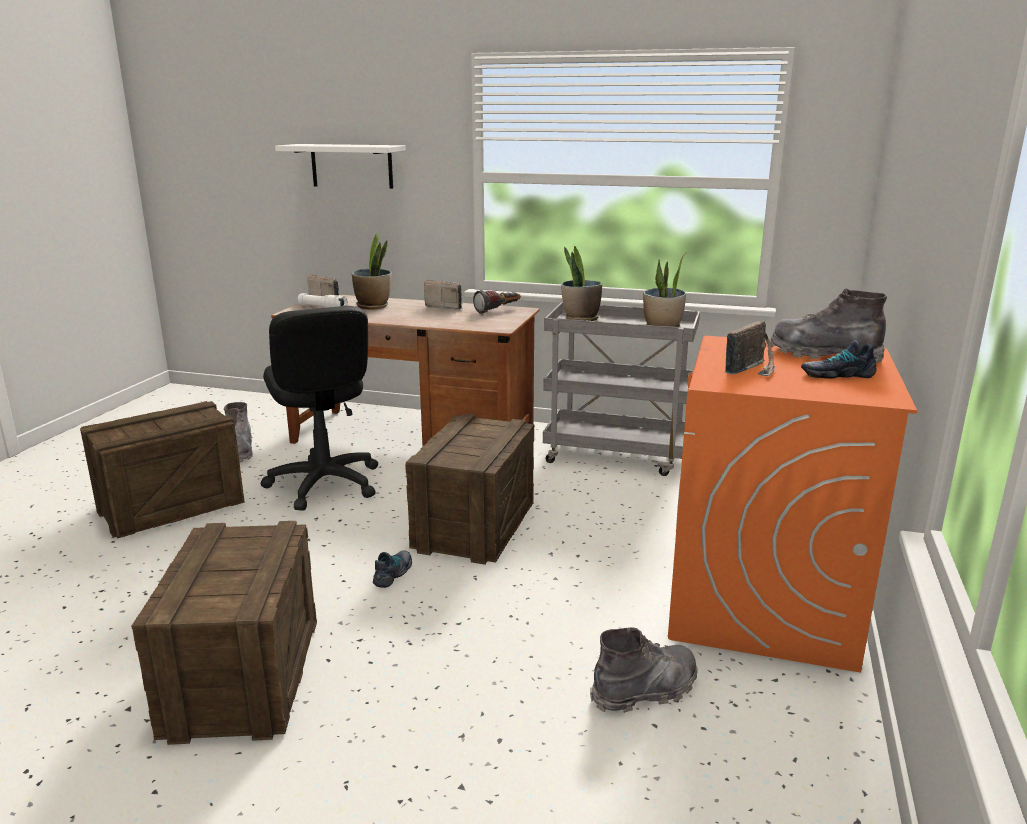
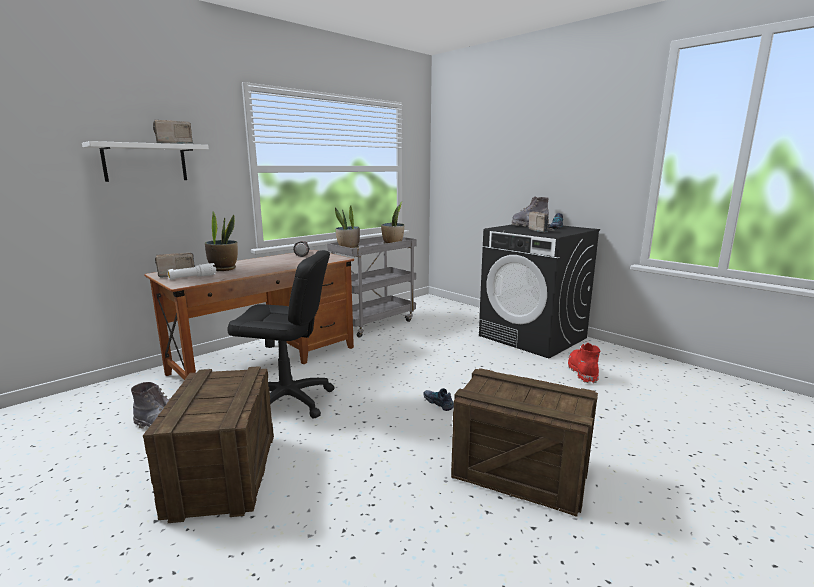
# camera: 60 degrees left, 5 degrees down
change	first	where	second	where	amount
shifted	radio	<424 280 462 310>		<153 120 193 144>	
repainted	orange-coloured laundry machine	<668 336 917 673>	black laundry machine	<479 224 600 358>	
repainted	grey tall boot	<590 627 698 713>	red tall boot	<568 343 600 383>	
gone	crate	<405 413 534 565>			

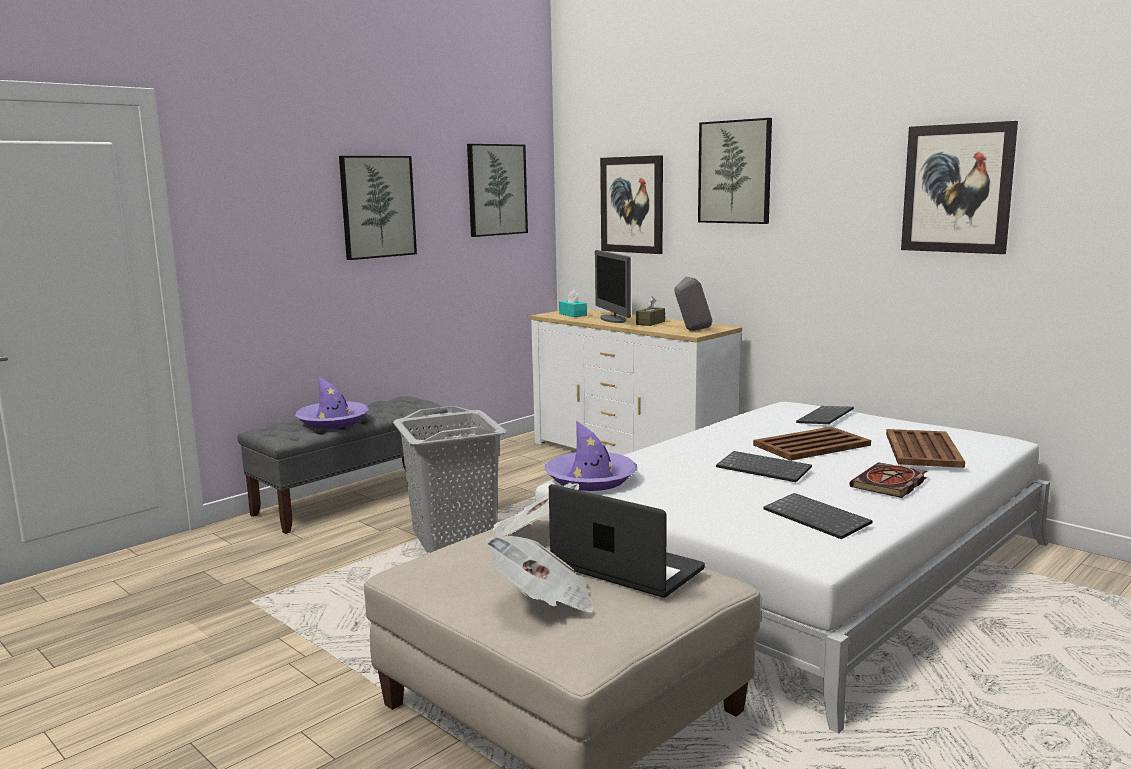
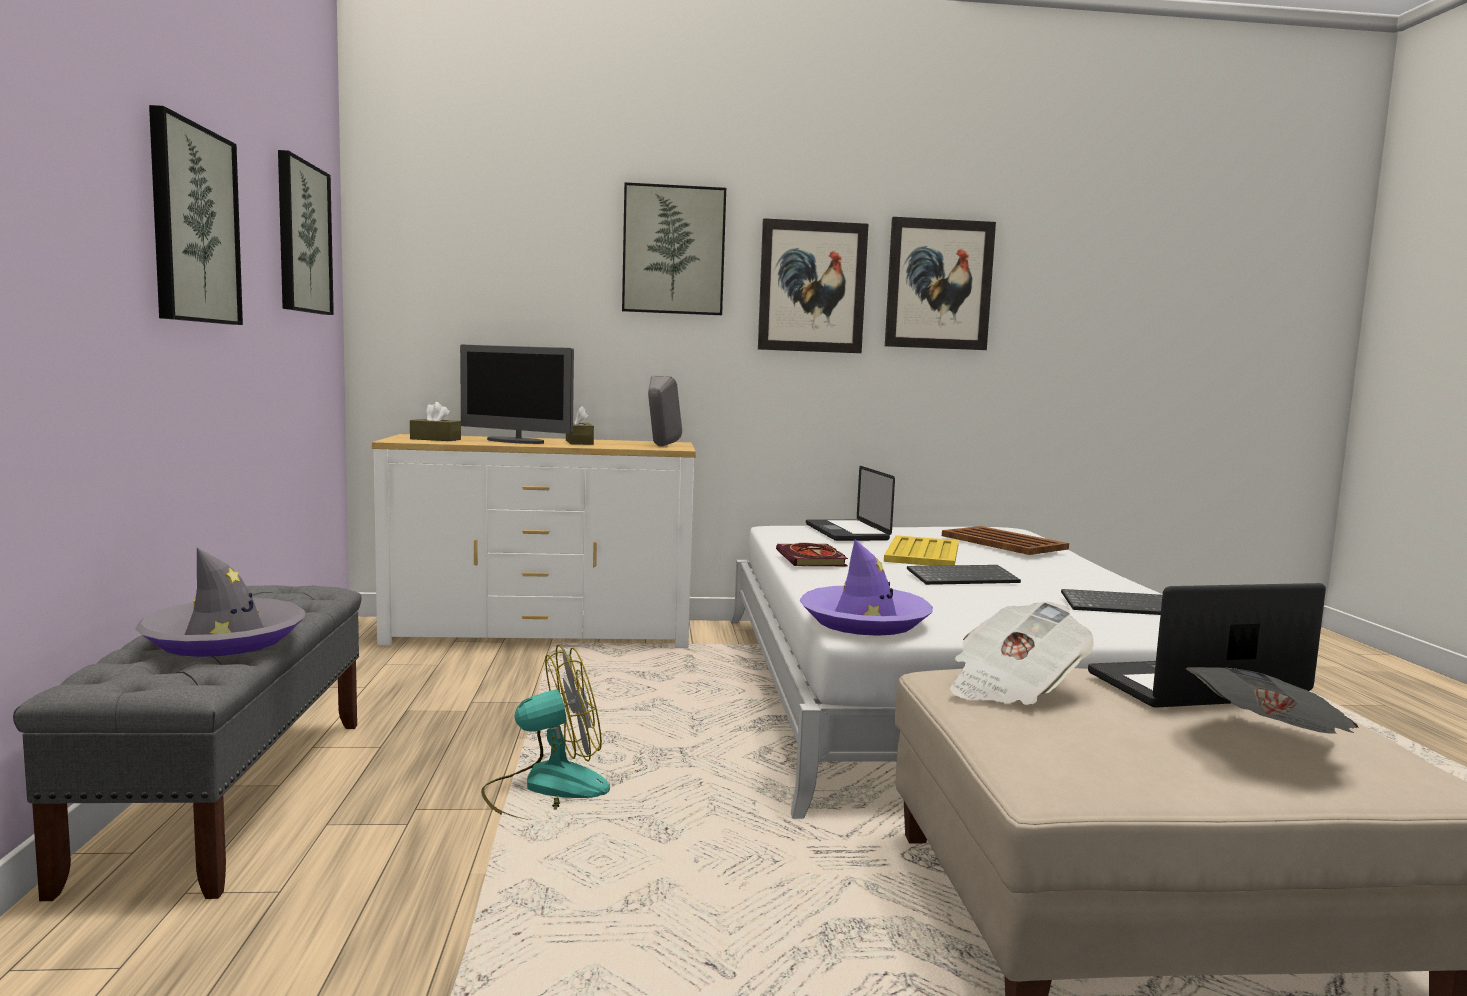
# camera: 50 degrees left, 5 degrees down
change	first	where	second	where	amount
repainted	purplish clothing hat	<295 376 369 429>	grey clothing hat	<135 548 305 657>	
repainted	blue-green tissue holder	<559 290 587 317>	brown tissue holder	<410 402 461 441>	
swapped	grey washing basket	<393 406 506 553>	cooling fan	<481 645 610 820>	
shifted	picture	<600 155 663 254>		<758 218 869 353>	
shifted	book	<849 462 927 498>		<776 543 848 566>	
swapped	keyboard	<796 406 854 424>	notebook computer	<806 466 895 541>	
repainted	brown serving tray	<753 427 871 461>	yellow serving tray	<884 535 959 566>	

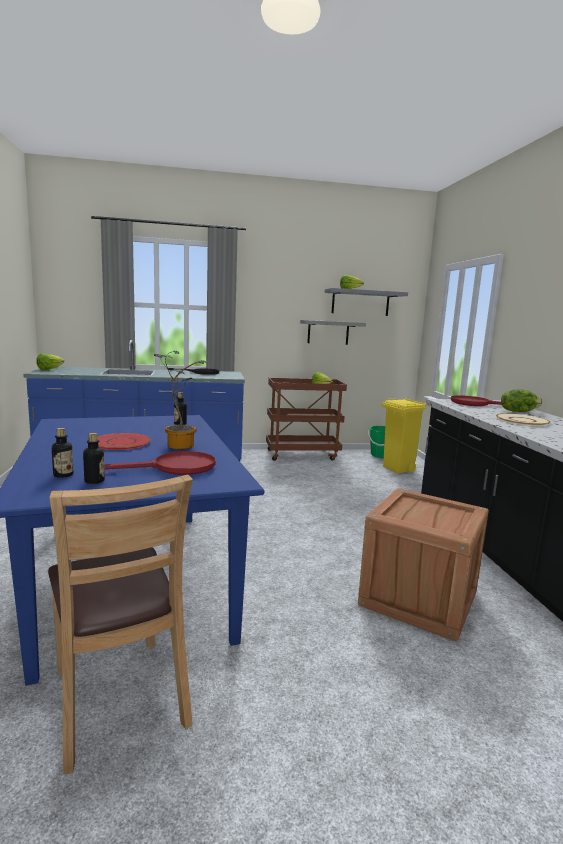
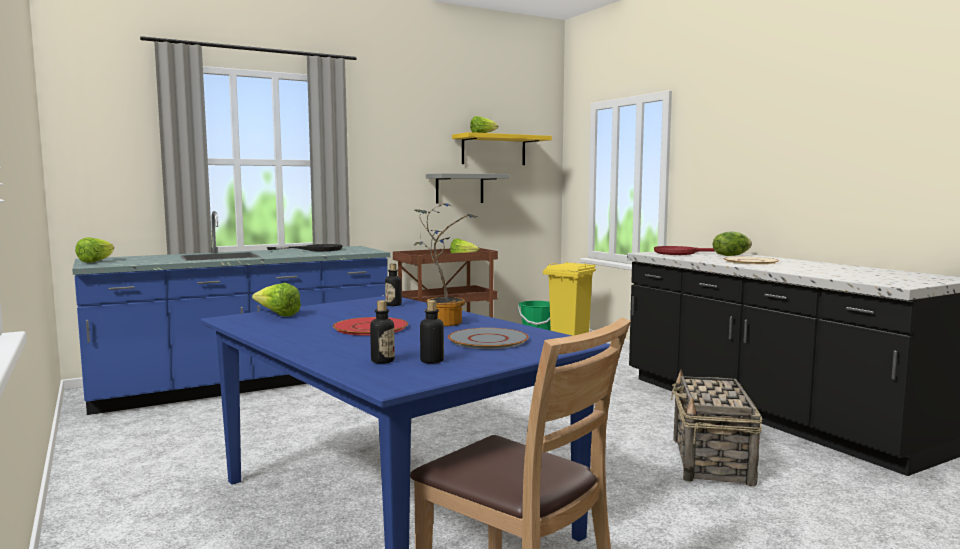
# camera: 20 degrees left, 5 degrees down
change	first	where	second	where	amount
new			head of lettuce	<252 283 301 316>	
swapped	red pan	<104 451 216 475>	grey dinner plate	<448 328 529 349>	
repainted	grey wall shelf	<325 288 408 316>	yellow wall shelf	<452 132 552 165>	
swapped	crate	<358 488 489 641>	storage basket	<671 370 762 487>	

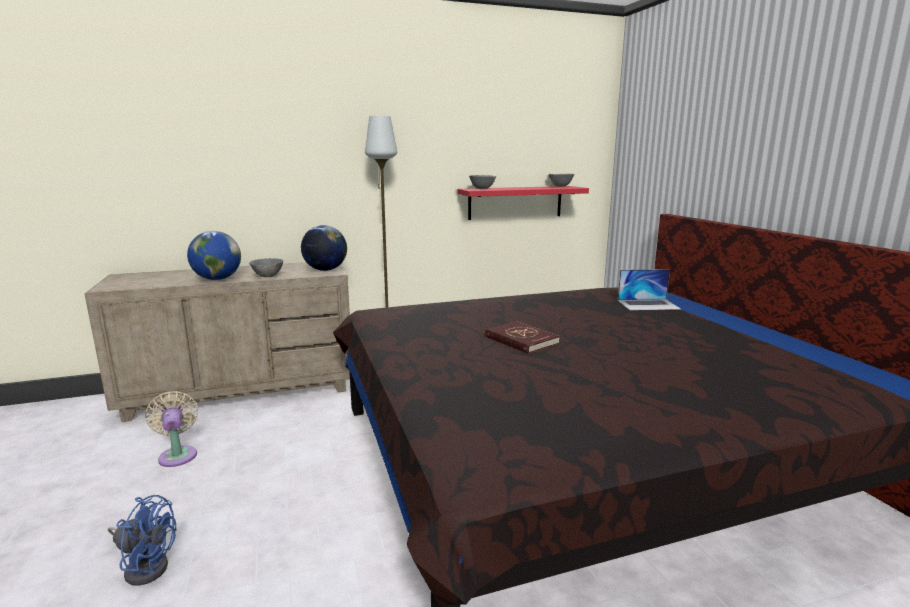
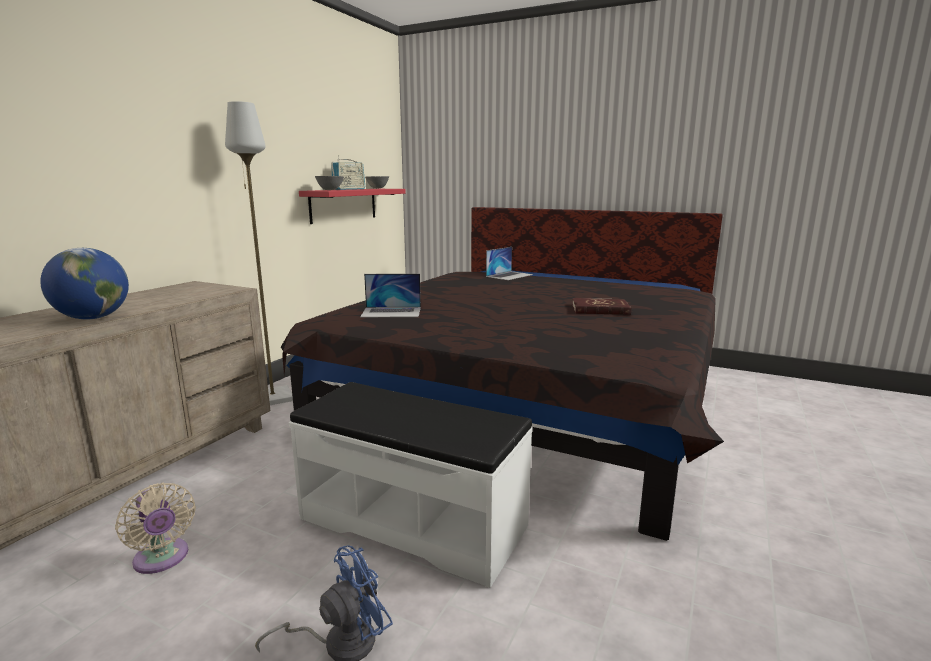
# camera: 45 degrees left, 0 degrees up
change	first	where	second	where	amount
rotated	sand-coloured cooling fan	<145 391 198 467>		<115 483 196 574>	150 degrees counterclockwise
new			whitish bench	<289 382 533 588>	
new			radio	<331 155 365 190>	
new			notebook computer	<360 274 421 317>	
shifted	red book	<485 321 560 354>		<572 298 631 315>	
gone	grey deep dish	<249 258 283 277>			
gone	globe	<301 225 347 271>			

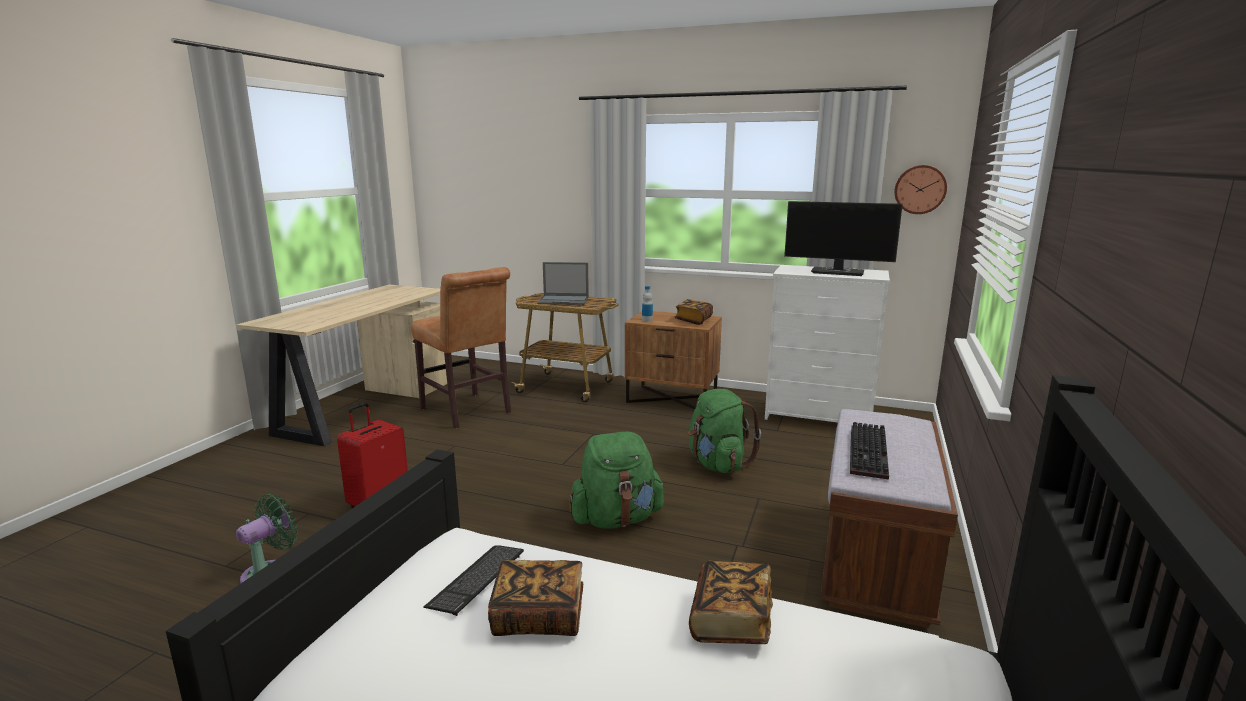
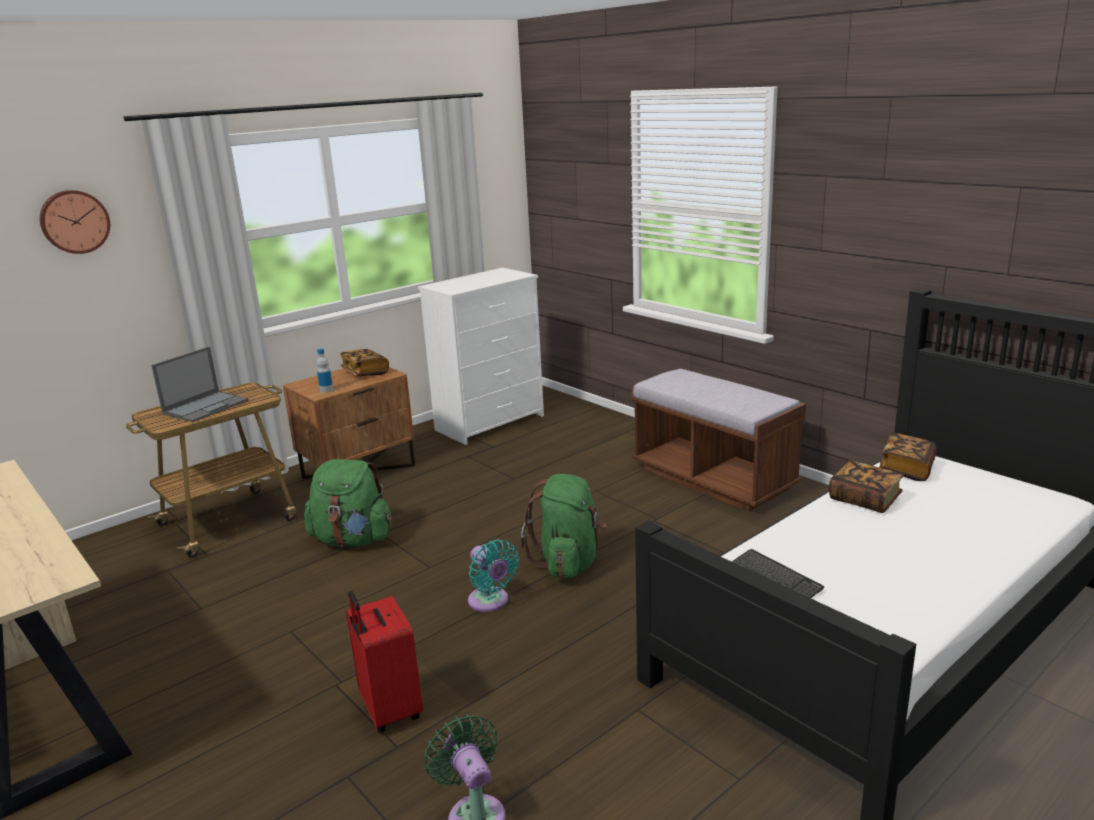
# camera: 60 degrees left, 5 degrees up
change	first	where	second	where	amount
shifted	wall clock	<894 165 947 214>		<40 190 110 254>	
shifted	green backpack	<688 389 761 473>		<304 459 392 547>	
new			blue-green cooling fan	<468 539 519 612>	
shifted	book	<488 560 583 636>		<879 433 937 481>	
gone	brown upright chair	<411 267 511 429>			
gone	computer screen	<784 201 903 276>			
gone	keyboard	<850 422 889 480>			

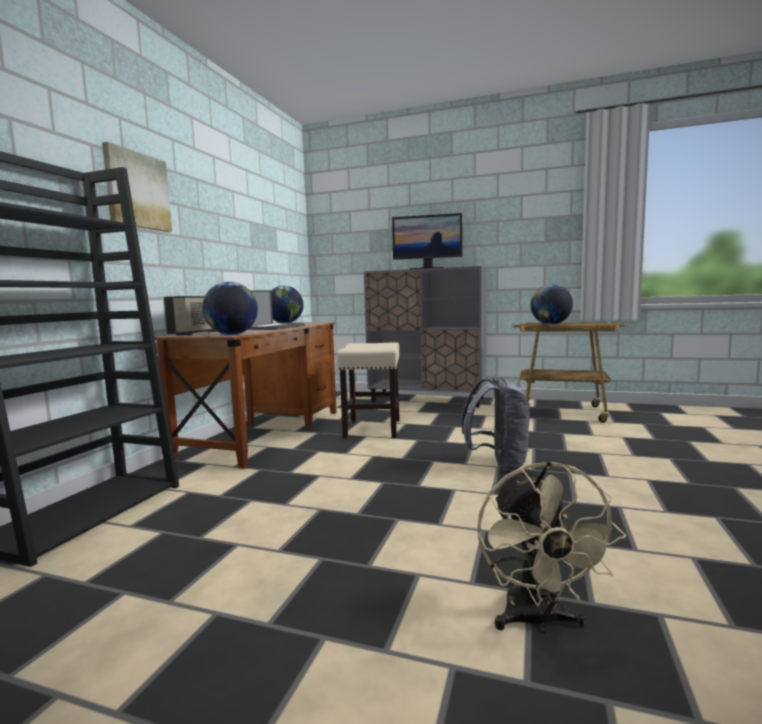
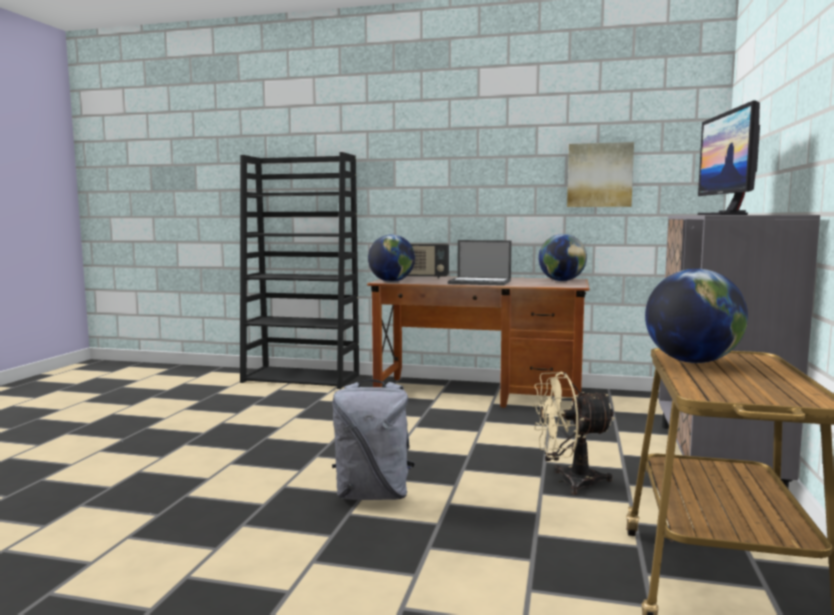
# camera: 85 degrees right, 0 degrees up
change	first	where	second	where	amount
shifted	sand-coloured cooling fan	<477 461 626 633>		<533 371 615 495>	
shifted	picture	<102 142 172 232>		<567 142 634 207>	
gone	sand-coloured stool seat	<337 342 400 438>			

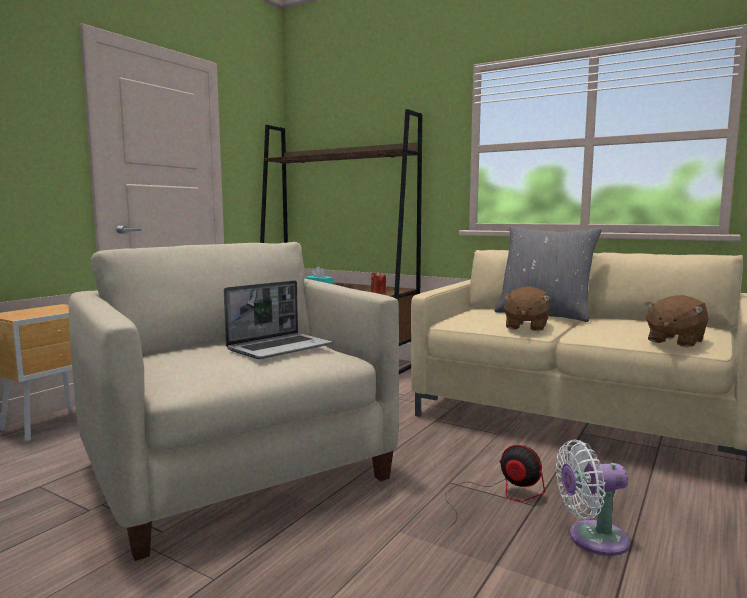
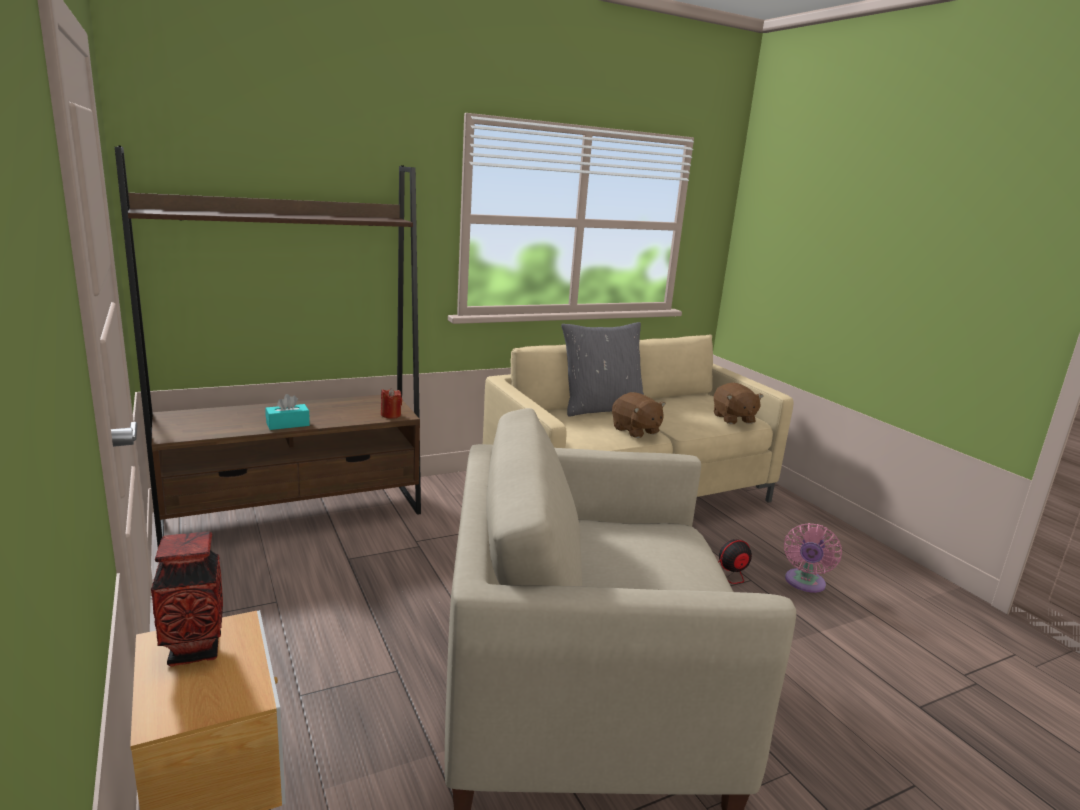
# camera: 60 degrees left, 10 degrees up
change	first	where	second	where	amount
new			decorative vase	<151 532 223 667>	
repainted	whitish cooling fan	<556 440 630 556>	pinkish cooling fan	<784 523 842 593>	
gone	notebook computer	<224 280 332 359>			

